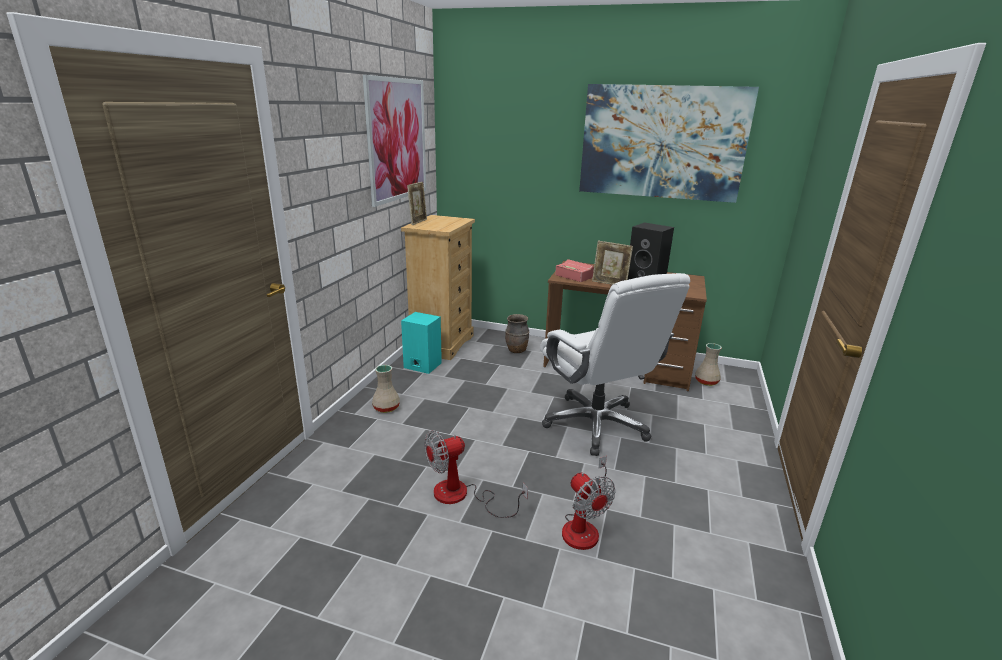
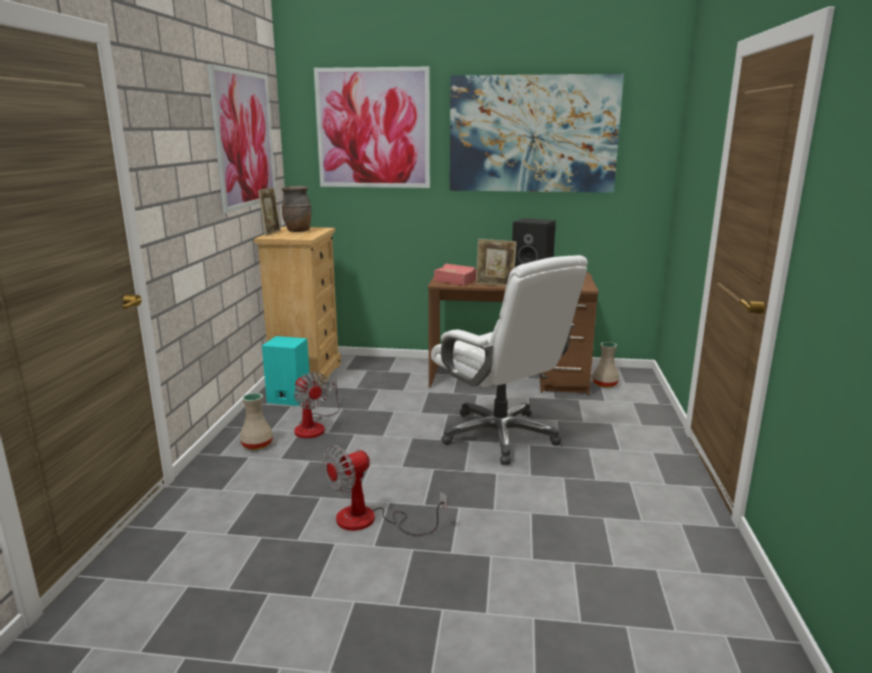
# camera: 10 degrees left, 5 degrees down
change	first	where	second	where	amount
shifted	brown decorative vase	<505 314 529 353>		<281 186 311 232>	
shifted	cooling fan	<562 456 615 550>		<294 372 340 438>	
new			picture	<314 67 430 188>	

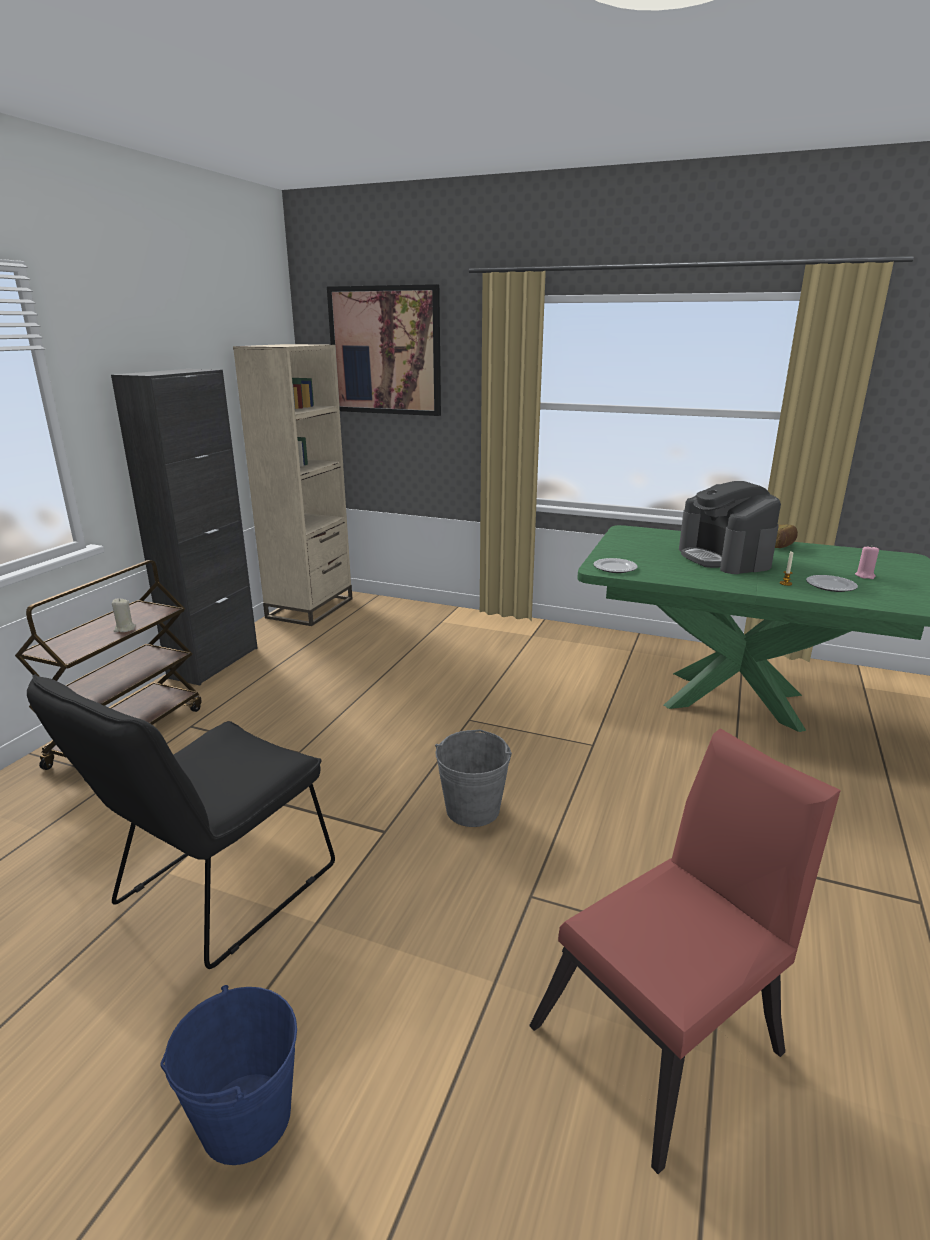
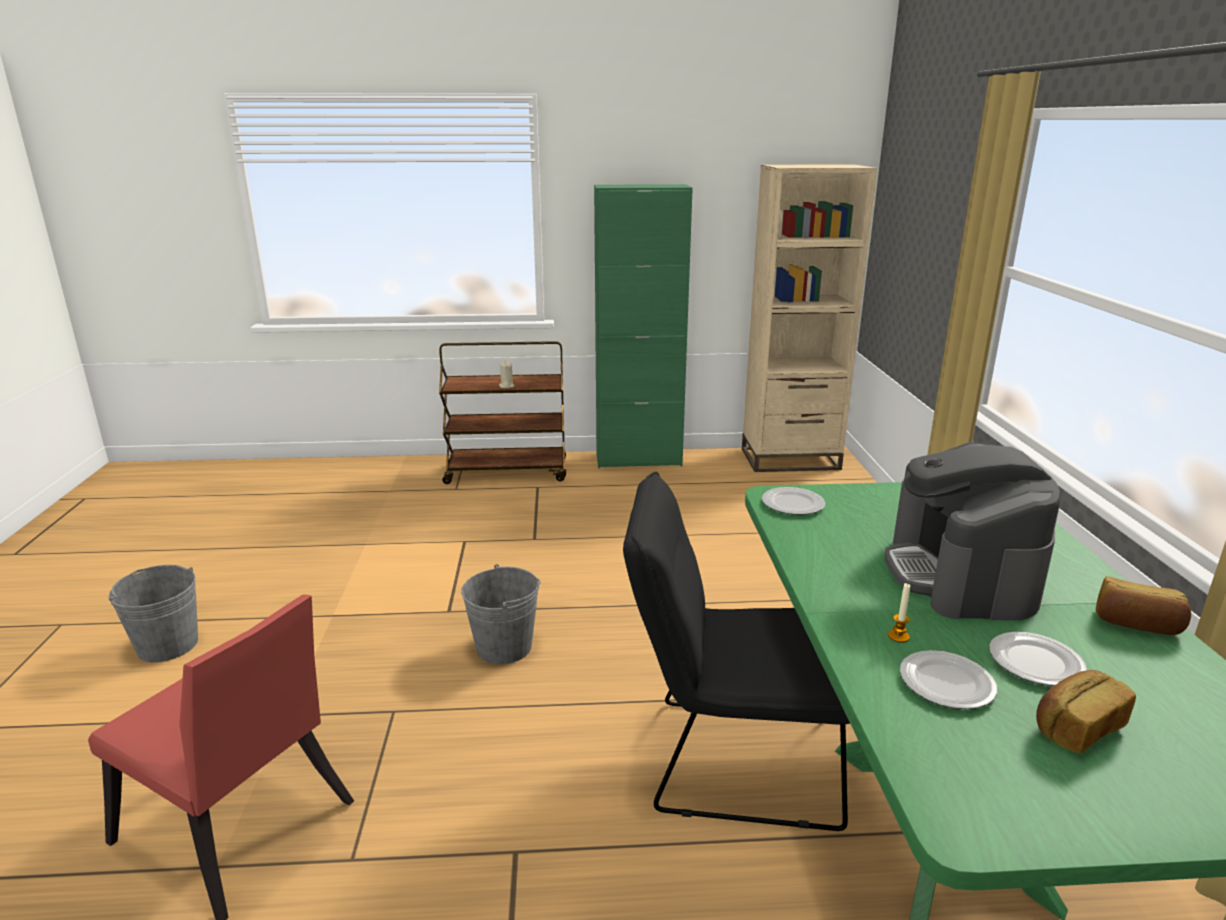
# camera: 65 degrees right, 0 degrees up
change	first	where	second	where	amount
repainted	blue water bucket	<161 985 297 1165>	grey water bucket	<108 565 198 662>	
repainted	black storage cabinet	<111 369 258 685>	green storage cabinet	<594 184 693 468>	
shifted	black upright chair	<27 674 335 969>		<623 472 850 831>	
rotated	coffee brewer	<679 481 781 574>		<885 442 1061 621>	45 degrees counterclockwise
new			dinner plate	<989 632 1087 686>	
swapped	pinkish wax light	<855 546 879 579>	bread	<1036 670 1136 754>	
gone	picture	<327 284 441 416>			

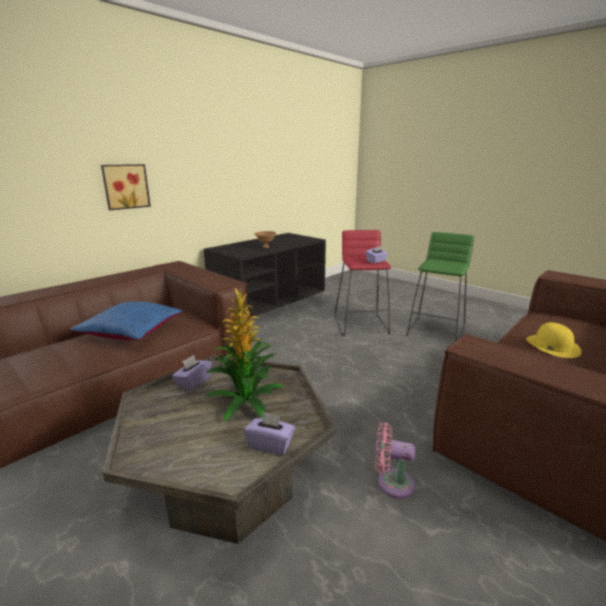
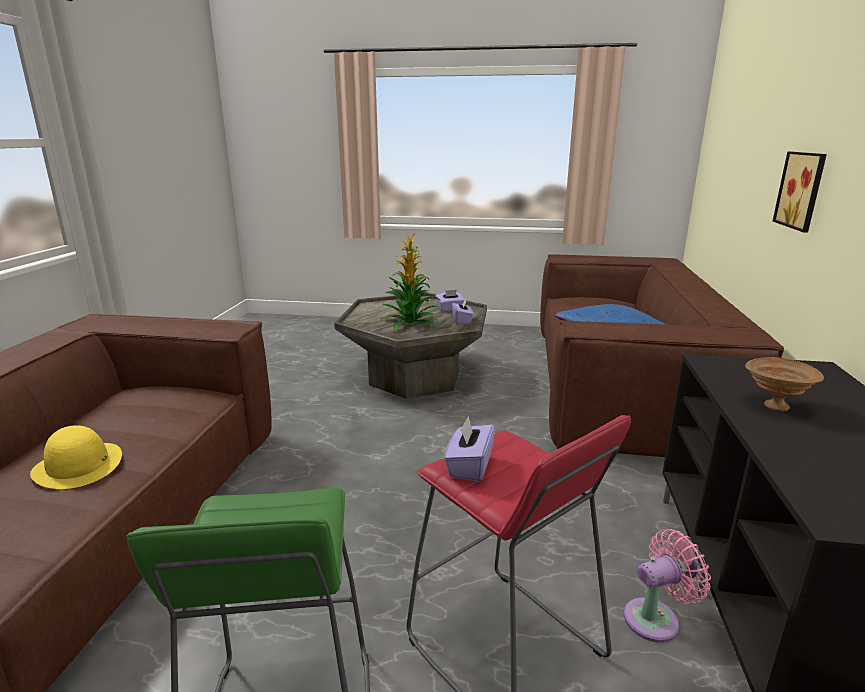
# camera: 145 degrees right, 0 degrees up
change	first	where	second	where	amount
shifted	purplish tissue holder	<244 411 295 455>		<435 290 465 312>	
shifted	pinkish cooling fan	<375 422 415 499>		<624 529 711 642>	

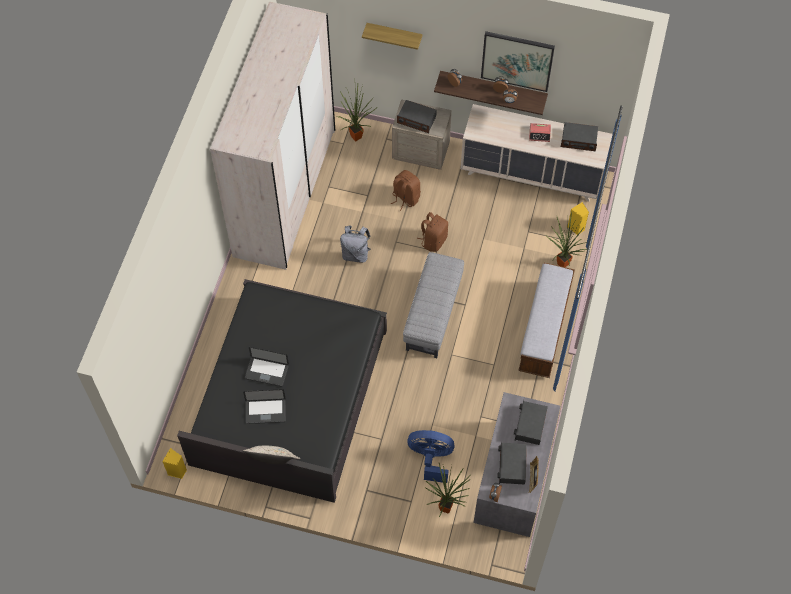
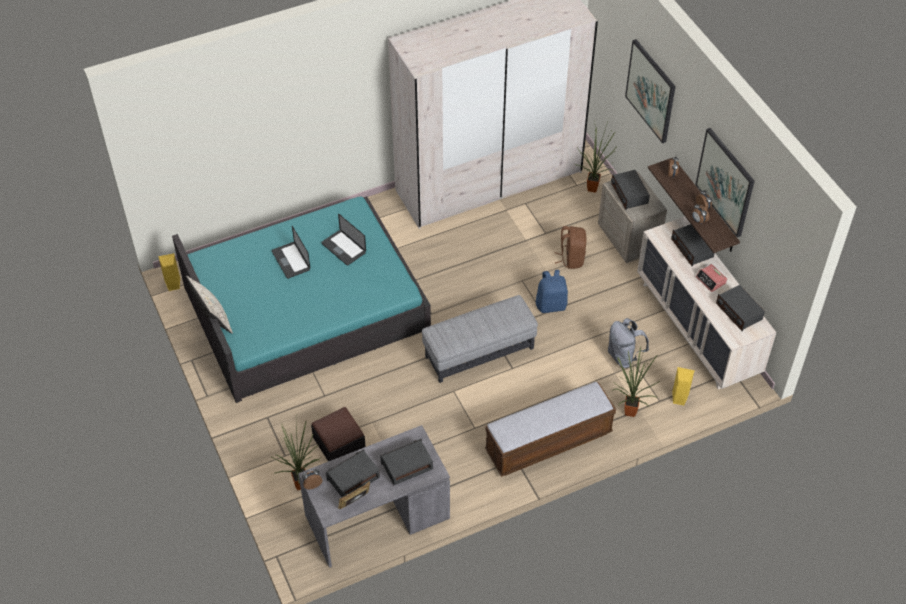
# camera: 50 degrees right, 10 degrees down
change	first	where	second	where	amount
repainted	black bed	<177 279 387 503>	blue-green bed	<172 196 431 403>	
swapped	blue cooling fan	<407 430 454 483>	footrest	<311 407 366 461>	
shifted	notebook computer	<243 389 286 424>		<321 214 366 266>	
repainted	brown backpack	<417 212 448 252>	blue backpack	<536 270 568 313>	
shifted	grey backpack	<340 225 371 263>		<608 318 649 368>	
swapped	wall shelf	<362 23 423 50>	picture	<625 39 676 143>	
new			radio	<671 224 715 266>	

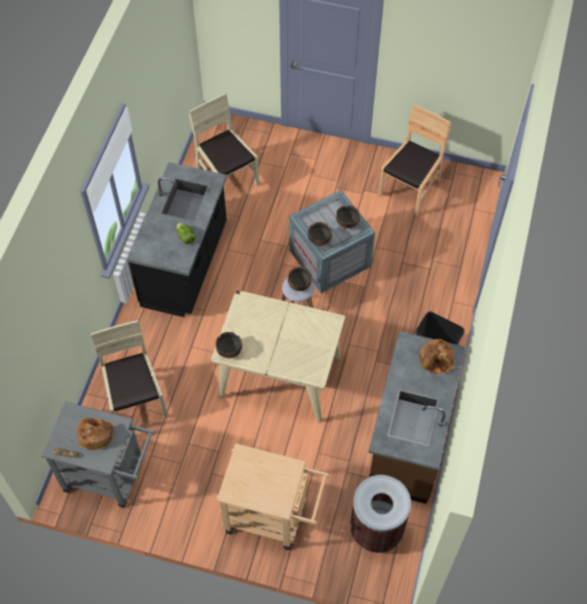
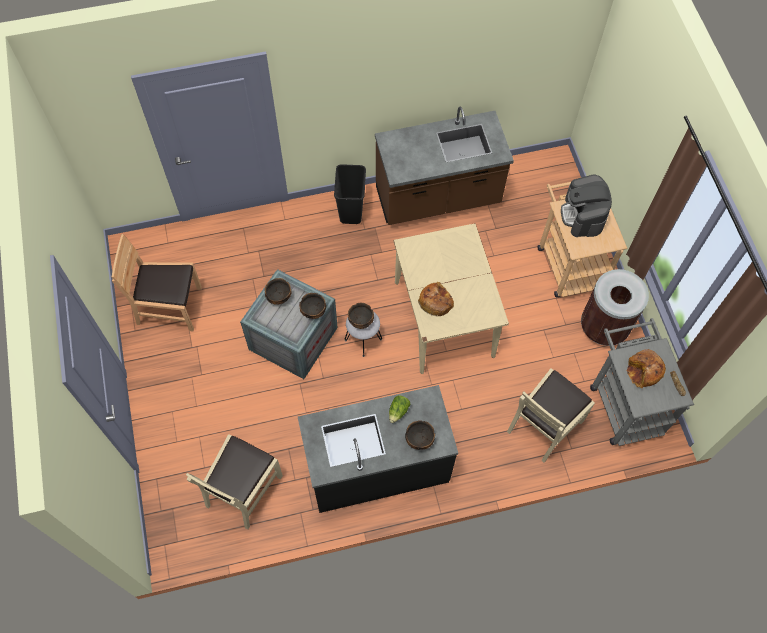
# camera: 120 degrees left, 5 degrees up
change	first	where	second	where	amount
shifted	deep dish	<216 332 242 358>		<405 420 435 450>	
shifted	bread	<419 339 455 374>		<418 282 454 316>	
new			coffee brewer	<561 174 612 237>	
shifted	brown rubbish bin	<350 475 411 553>		<581 269 649 346>	

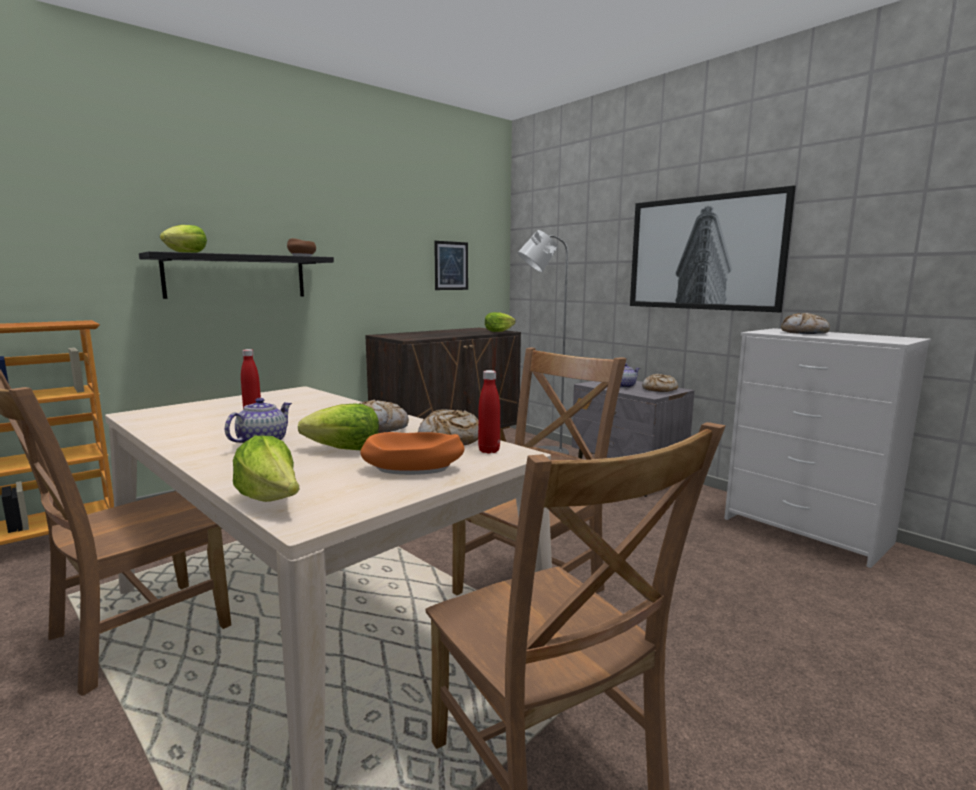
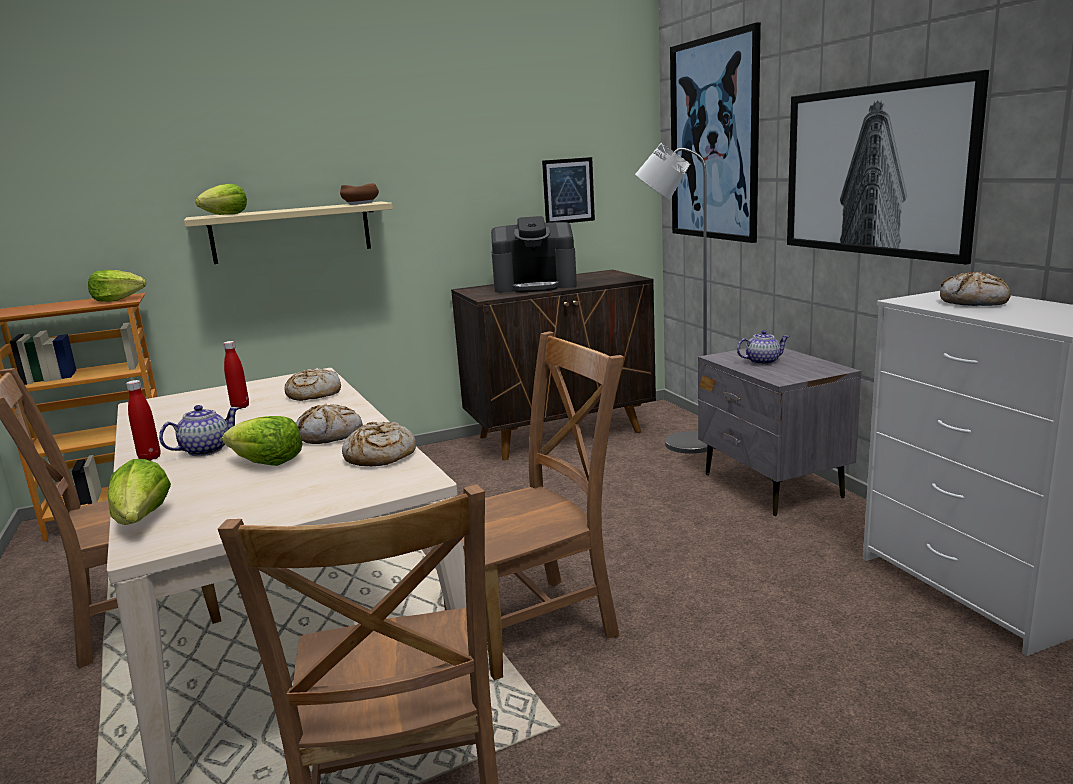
# camera: 20 degrees right, 5 degrees up
change	first	where	second	where	amount
shifted	head of lettuce	<485 312 516 332>		<88 270 146 302>	
shifted	red beverage bottle	<478 370 500 454>		<126 380 160 461>	
repainted	black wall shelf	<139 251 334 299>	sand-coloured wall shelf	<184 201 393 264>	
shifted	bread	<642 374 678 392>		<284 368 341 401>	
new			coffee brewer	<491 216 577 293>	
new			picture	<670 22 761 243>	
gone	orange-coloured deep dish	<360 432 464 475>			

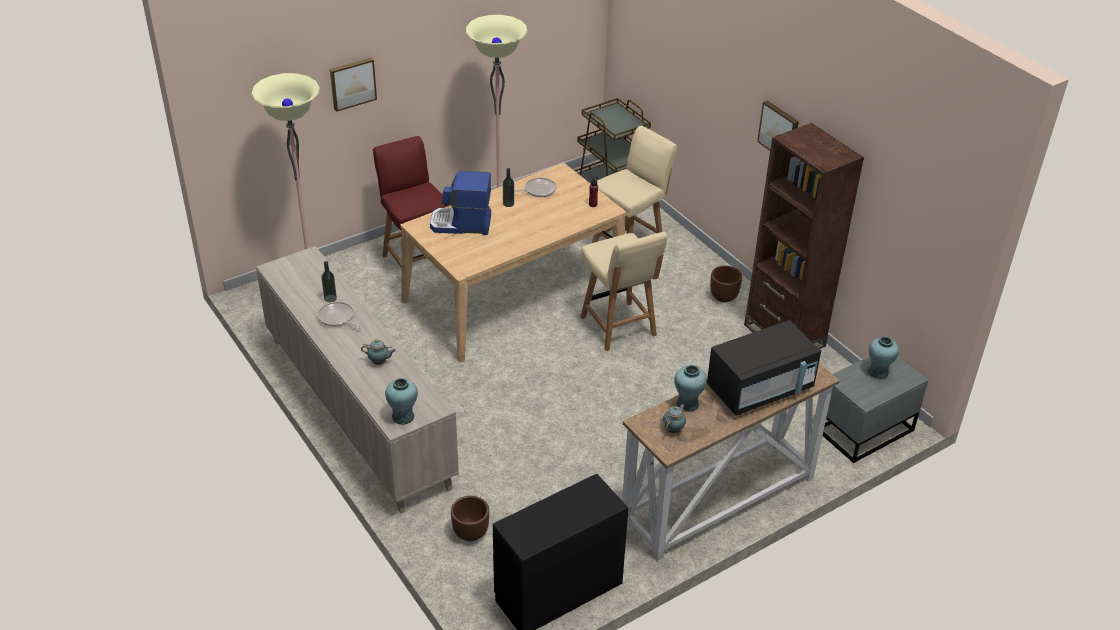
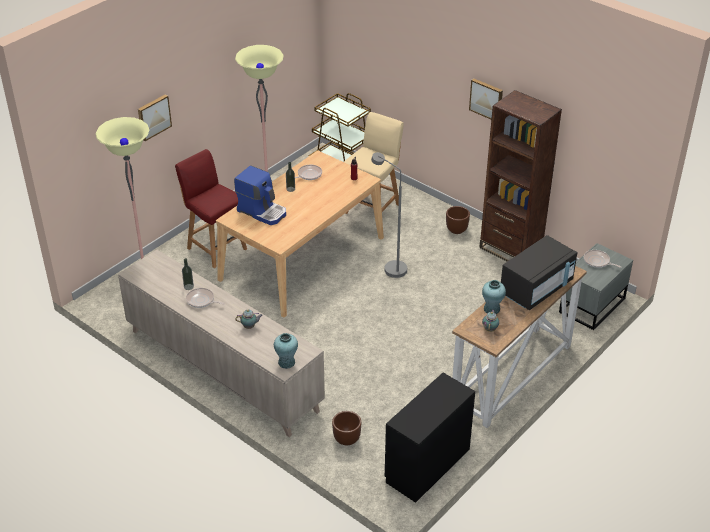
# camera: 15 degrees left, 0 degrees up
change	first	where	second	where	amount
rotated	coffee brewer	<430 171 491 235>		<234 165 286 225>	135 degrees counterclockwise
swapped	sand-coloured upright chair	<581 232 668 351>	grey standard lamp	<371 152 407 278>	
swapped	blue-green decorative vase	<868 336 899 379>	pan	<584 250 621 268>	

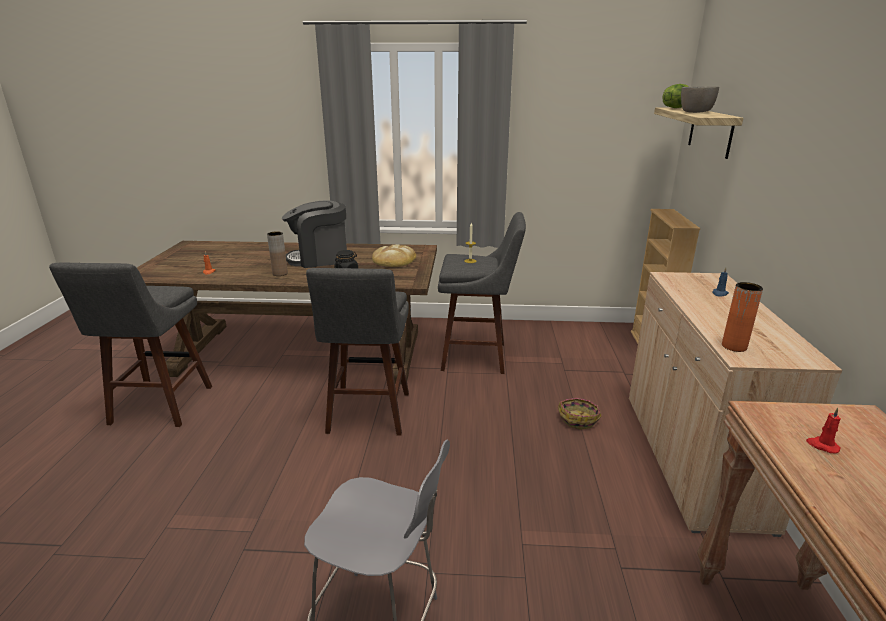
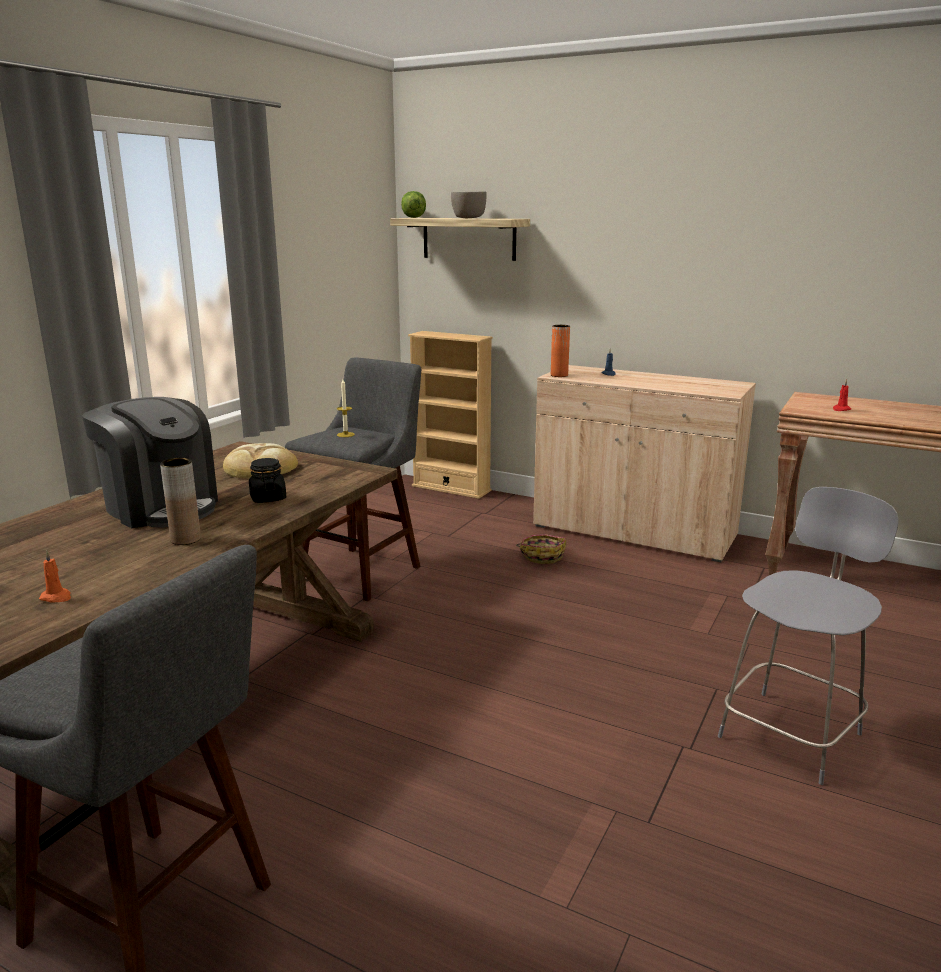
# camera: 65 degrees left, 5 degrees down
change	first	where	second	where	amount
rotated	coffee brewer	<282 200 347 268>		<82 397 218 528>	60 degrees counterclockwise
shifted	orange-coloured decorative vase	<722 282 763 352>		<551 325 570 377>	
gone	grey stool seat	<306 268 409 436>			

